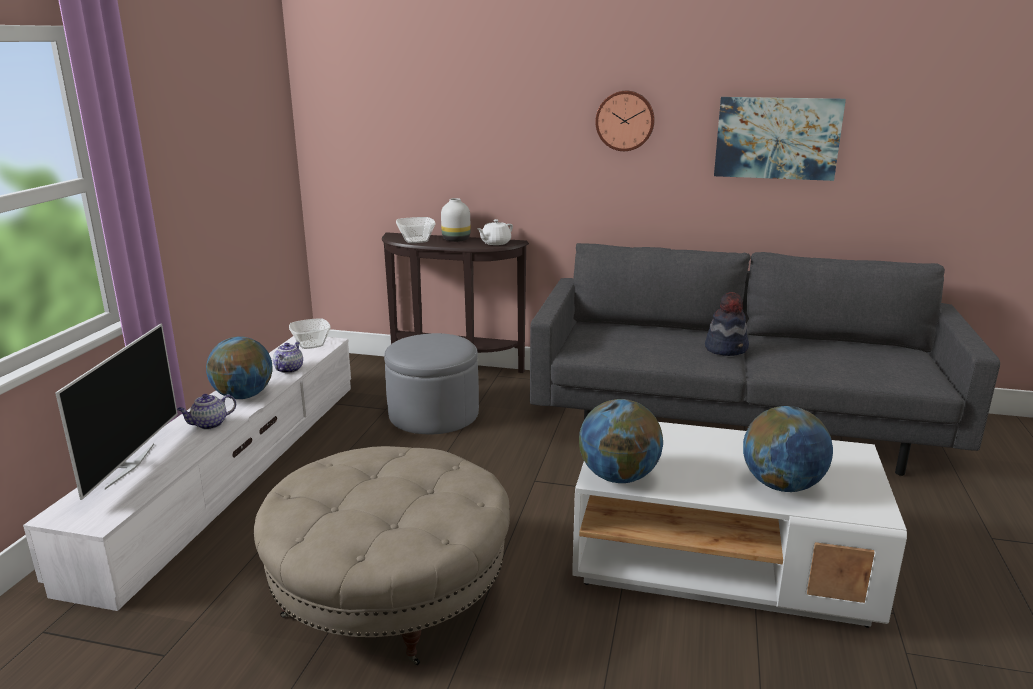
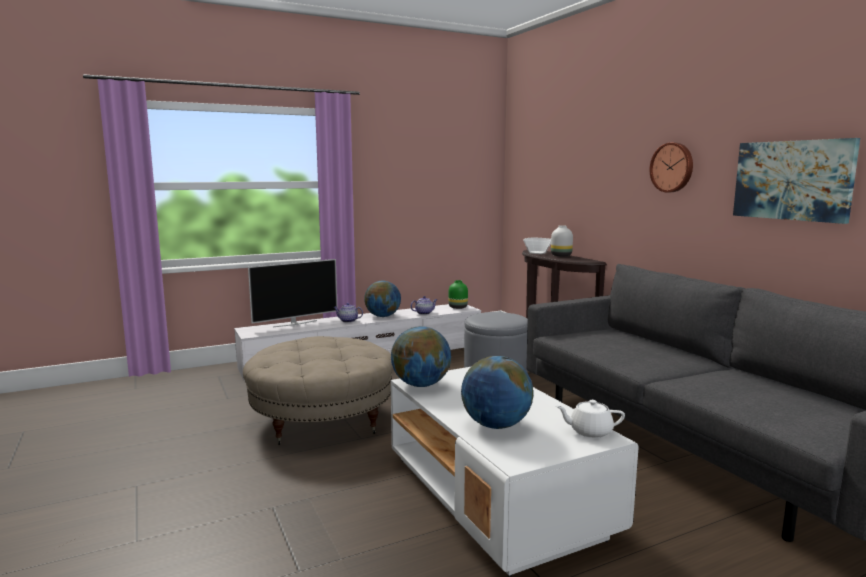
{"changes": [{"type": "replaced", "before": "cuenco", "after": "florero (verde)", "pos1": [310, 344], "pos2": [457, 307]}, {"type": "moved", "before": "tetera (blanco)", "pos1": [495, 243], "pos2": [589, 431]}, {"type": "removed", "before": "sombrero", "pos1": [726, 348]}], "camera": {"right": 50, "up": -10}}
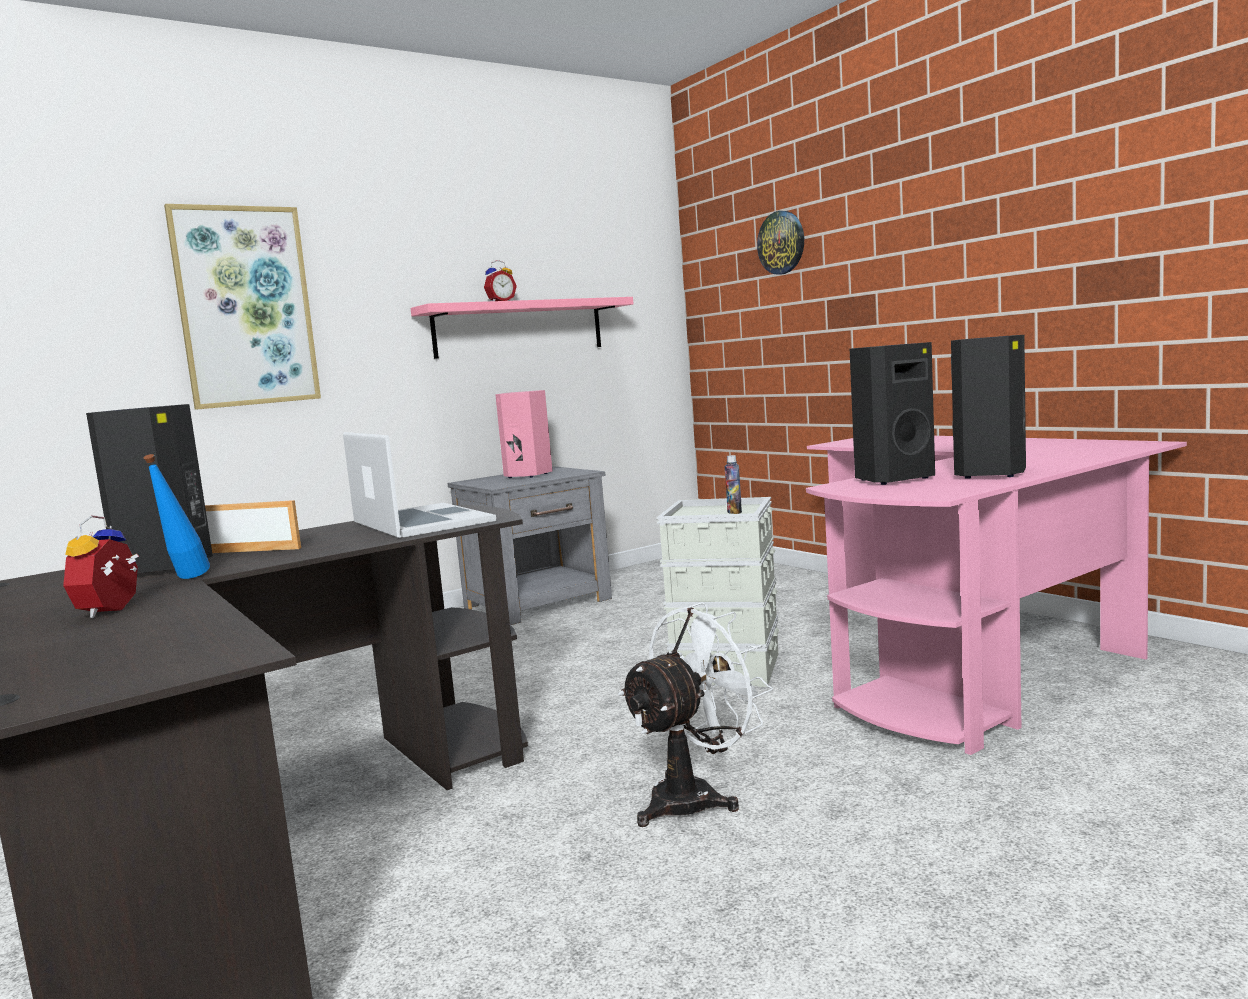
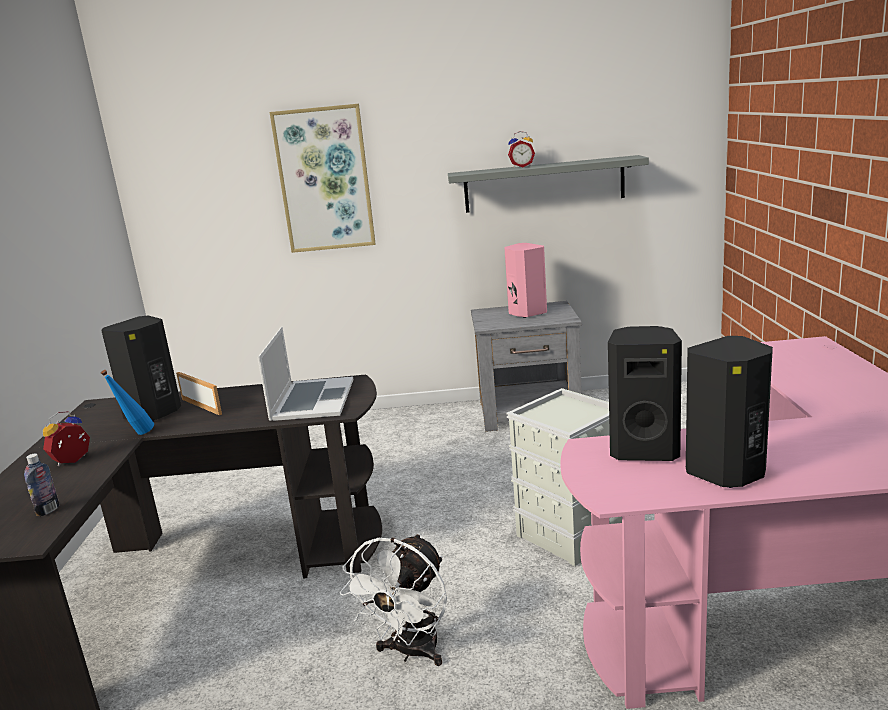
{"changes": [{"type": "recoloured", "before": "estante (rosa)", "after": "estante (gris)", "pos1": [519, 328], "pos2": [544, 184]}, {"type": "turned", "before": "ventilador (blanco)", "pos1": [695, 797], "pos2": [411, 652], "turn": 120}, {"type": "moved", "before": "botella", "pos1": [734, 512], "pos2": [48, 510]}, {"type": "removed", "before": "reloj de pared", "pos1": [781, 242]}], "camera": {"right": 35, "up": 10}}
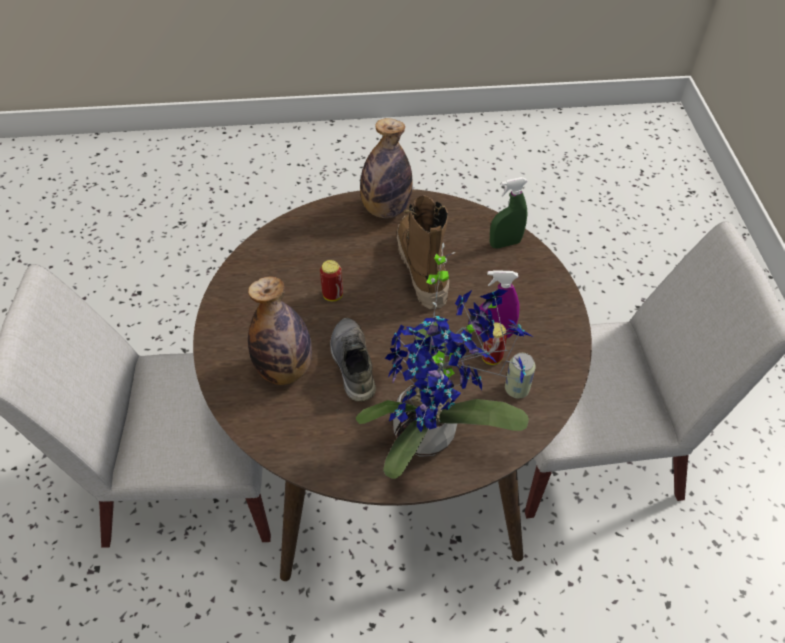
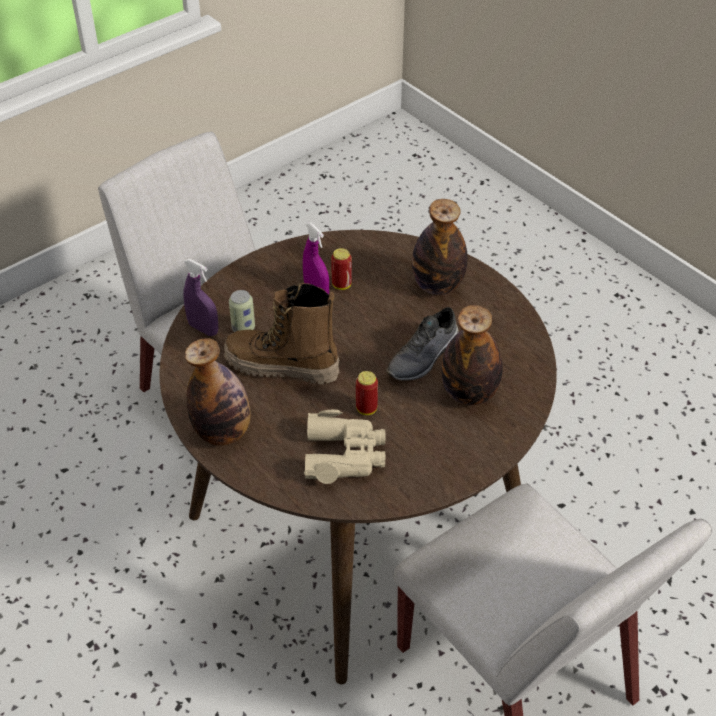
{"changes": [{"type": "replaced", "before": "planta en maceta", "after": "botella", "pos1": [433, 433], "pos2": [437, 285]}, {"type": "turned", "before": "bota", "pos1": [421, 268], "pos2": [282, 367], "turn": 60}, {"type": "recoloured", "before": "pulverizador (verde)", "after": "pulverizador (morado)", "pos1": [505, 243], "pos2": [203, 329]}, {"type": "moved", "before": "lata", "pos1": [516, 389], "pos2": [243, 328]}, {"type": "added", "after": "prismáticos (beis)", "pos2": [344, 455]}], "camera": {"right": -125, "up": -5}}
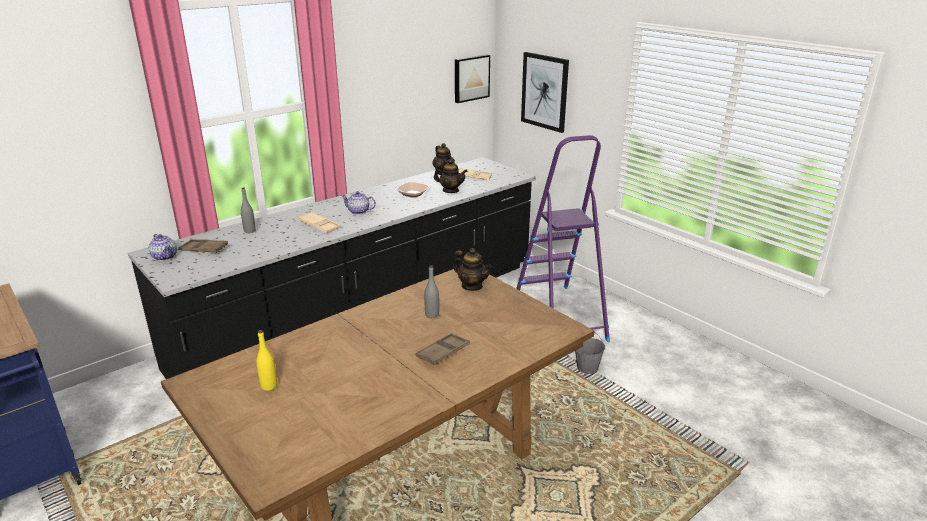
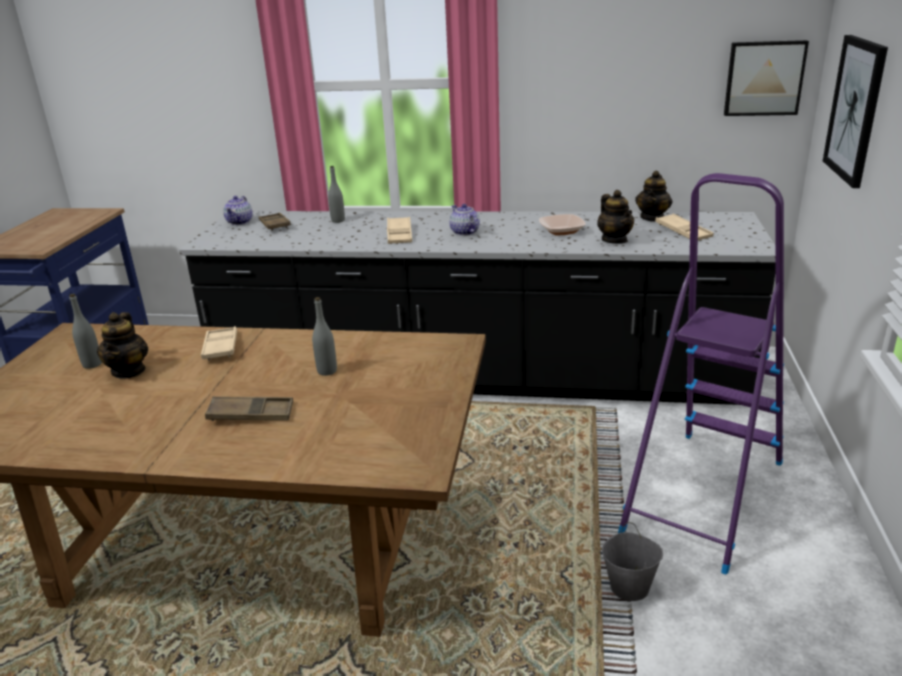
{"changes": [{"type": "recoloured", "before": "botella (amarillo)", "after": "botella (gris)", "pos1": [269, 386], "pos2": [92, 364]}, {"type": "moved", "before": "tetera", "pos1": [472, 286], "pos2": [129, 371]}, {"type": "added", "after": "bandeja (beis)", "pos2": [220, 348]}], "camera": {"right": 50, "up": 0}}
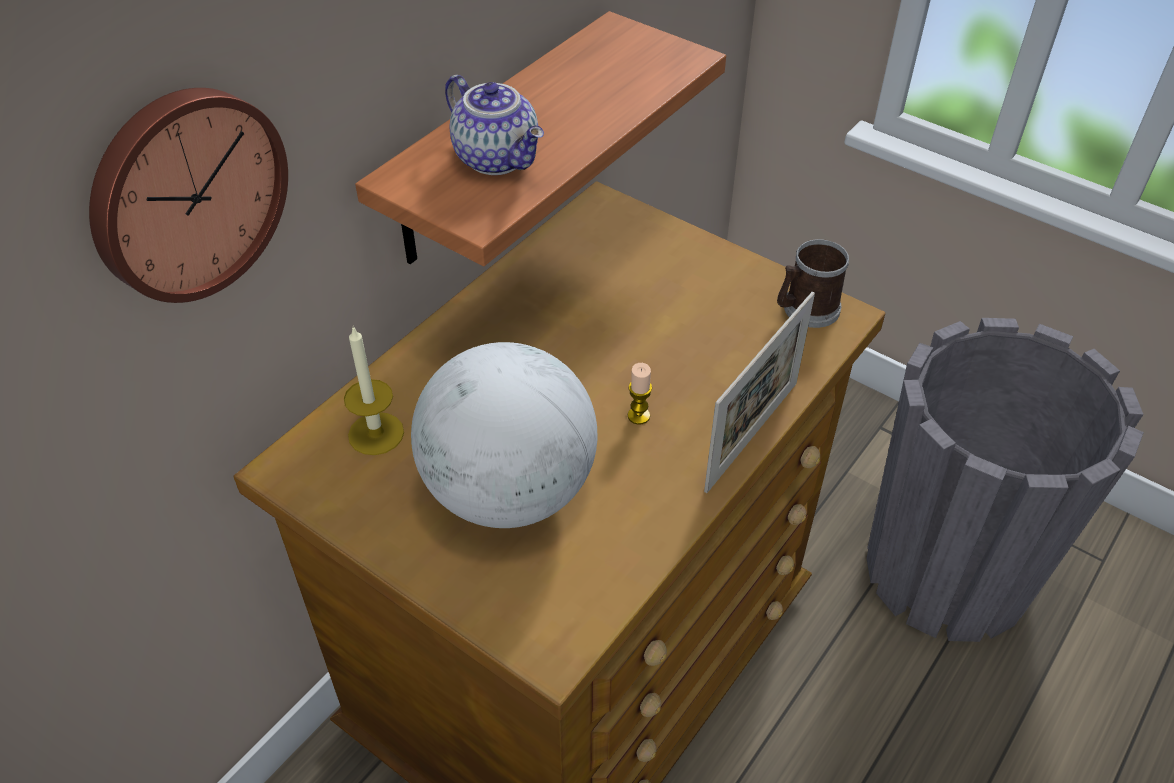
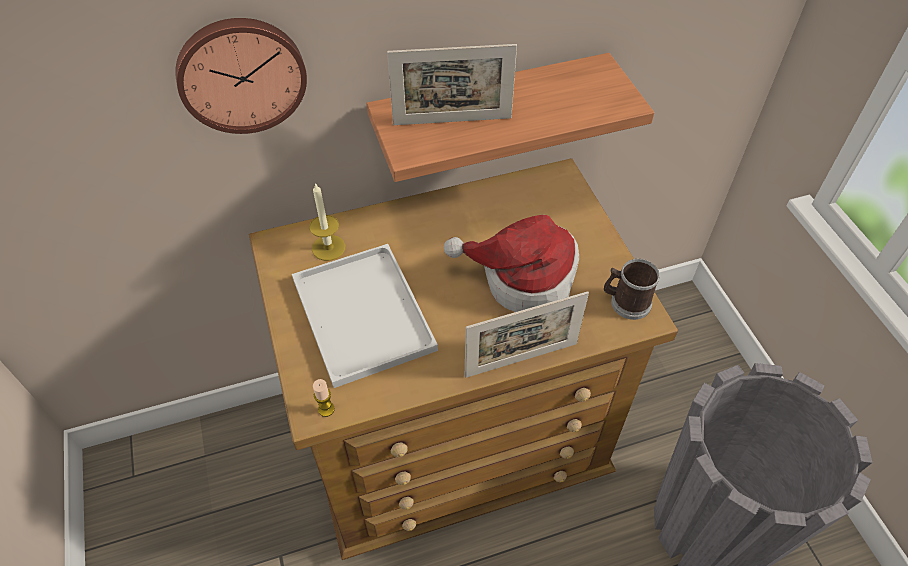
{"changes": [{"type": "replaced", "before": "globo terráqueo", "after": "bandeja (blanco)", "pos1": [510, 491], "pos2": [365, 316]}, {"type": "replaced", "before": "tetera", "after": "portarretratos", "pos1": [498, 158], "pos2": [452, 121]}, {"type": "moved", "before": "vela", "pos1": [638, 416], "pos2": [326, 409]}, {"type": "added", "after": "sombrero", "pos2": [523, 277]}], "camera": {"right": 35, "up": 5}}
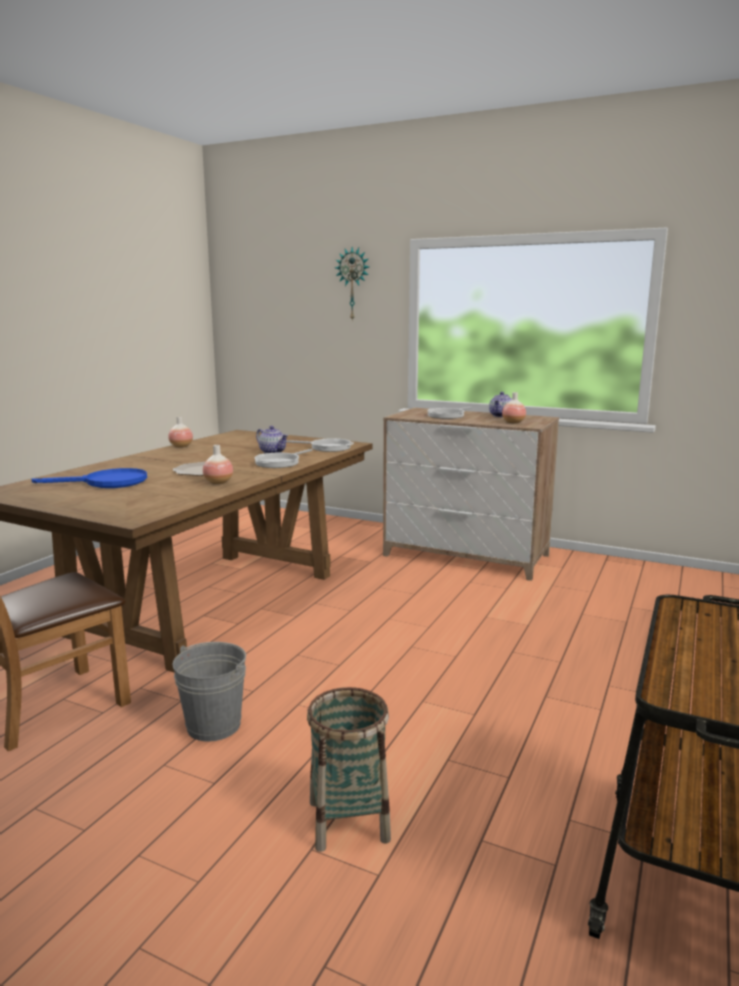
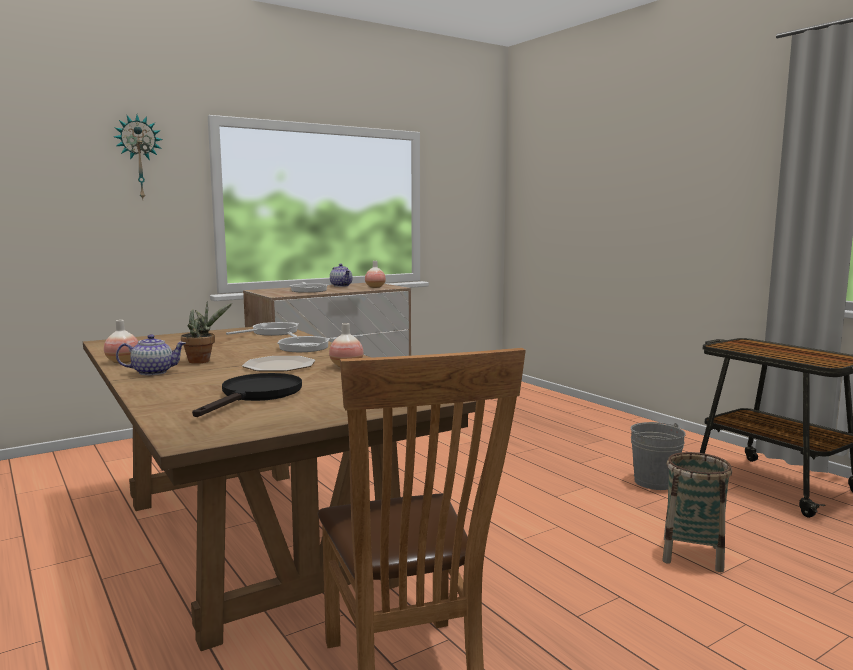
{"changes": [{"type": "recoloured", "before": "sartén (azul)", "after": "sartén (negro)", "pos1": [107, 483], "pos2": [256, 395]}, {"type": "moved", "before": "cubo (gris)", "pos1": [214, 725], "pos2": [654, 482]}, {"type": "moved", "before": "tetera", "pos1": [273, 452], "pos2": [153, 372]}, {"type": "added", "after": "planta en maceta", "pos2": [202, 361]}], "camera": {"right": -60, "up": -5}}
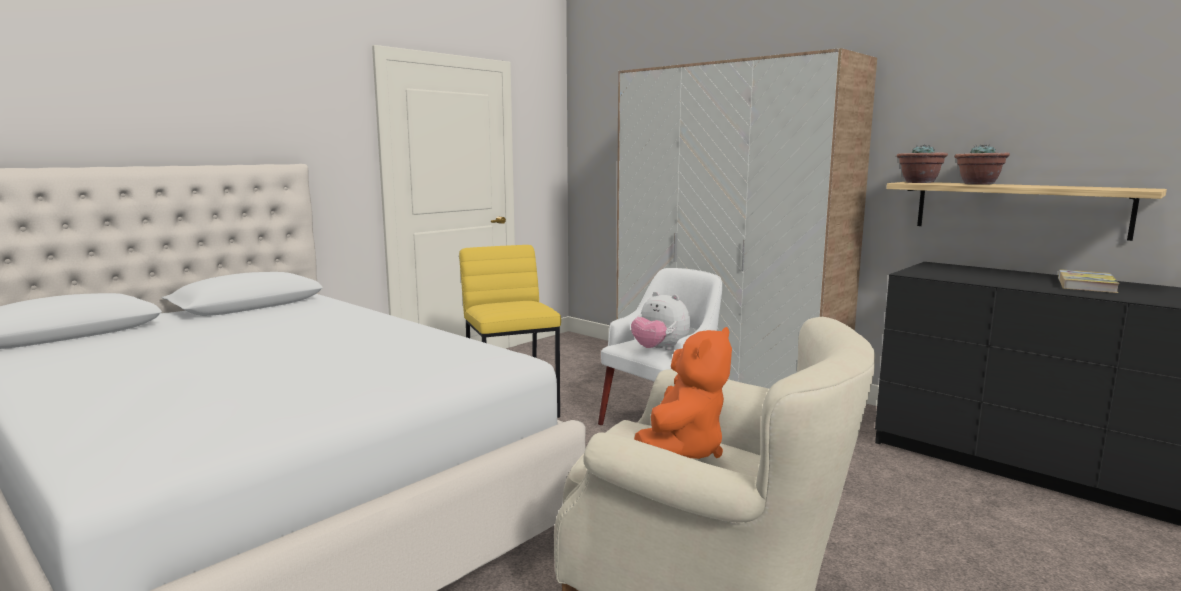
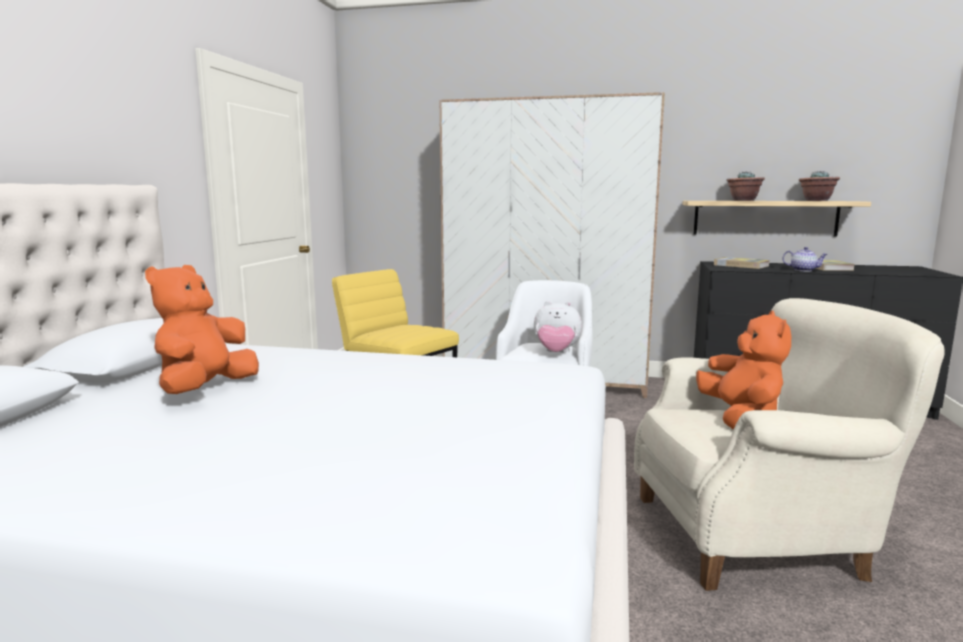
{"changes": [{"type": "moved", "before": "planta en maceta", "pos1": [919, 182], "pos2": [816, 200]}, {"type": "added", "after": "peluche (naranja)", "pos2": [205, 389]}, {"type": "added", "after": "libro", "pos2": [741, 265]}, {"type": "added", "after": "tetera", "pos2": [803, 270]}], "camera": {"right": -30, "up": 0}}
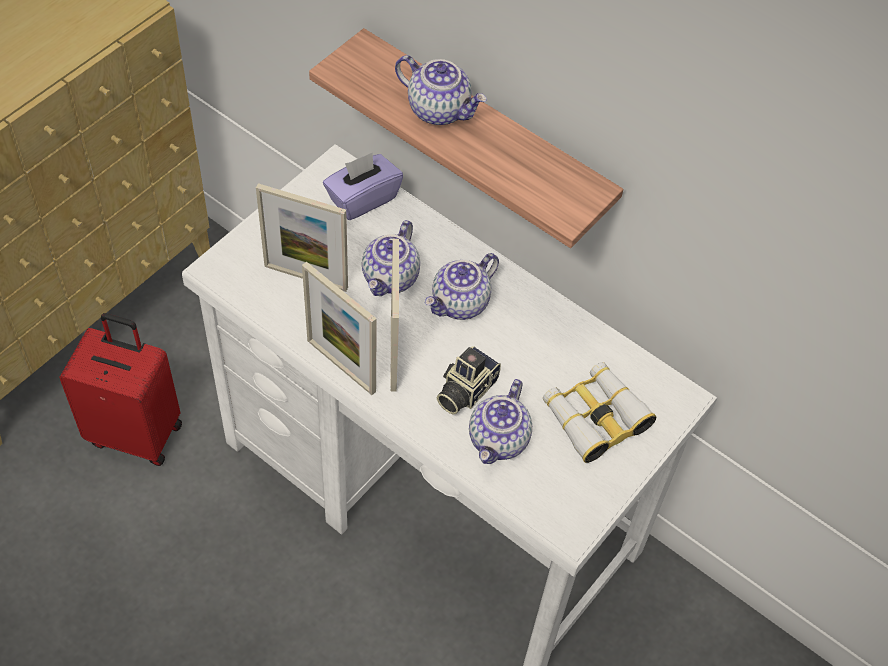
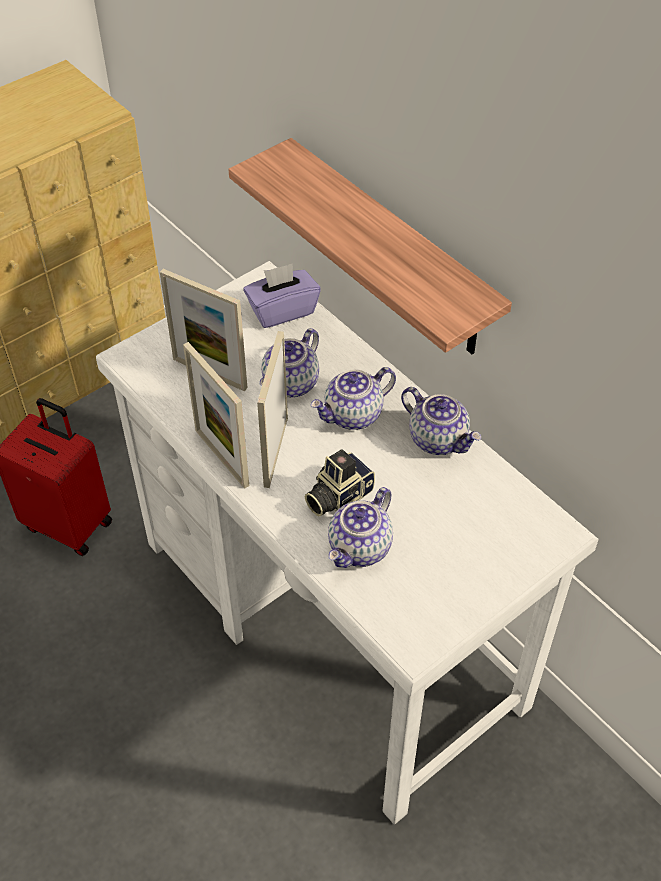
{"changes": [{"type": "moved", "before": "tetera", "pos1": [439, 109], "pos2": [439, 439]}, {"type": "removed", "before": "prismáticos", "pos1": [595, 417]}], "camera": {"right": 15, "up": -5}}
